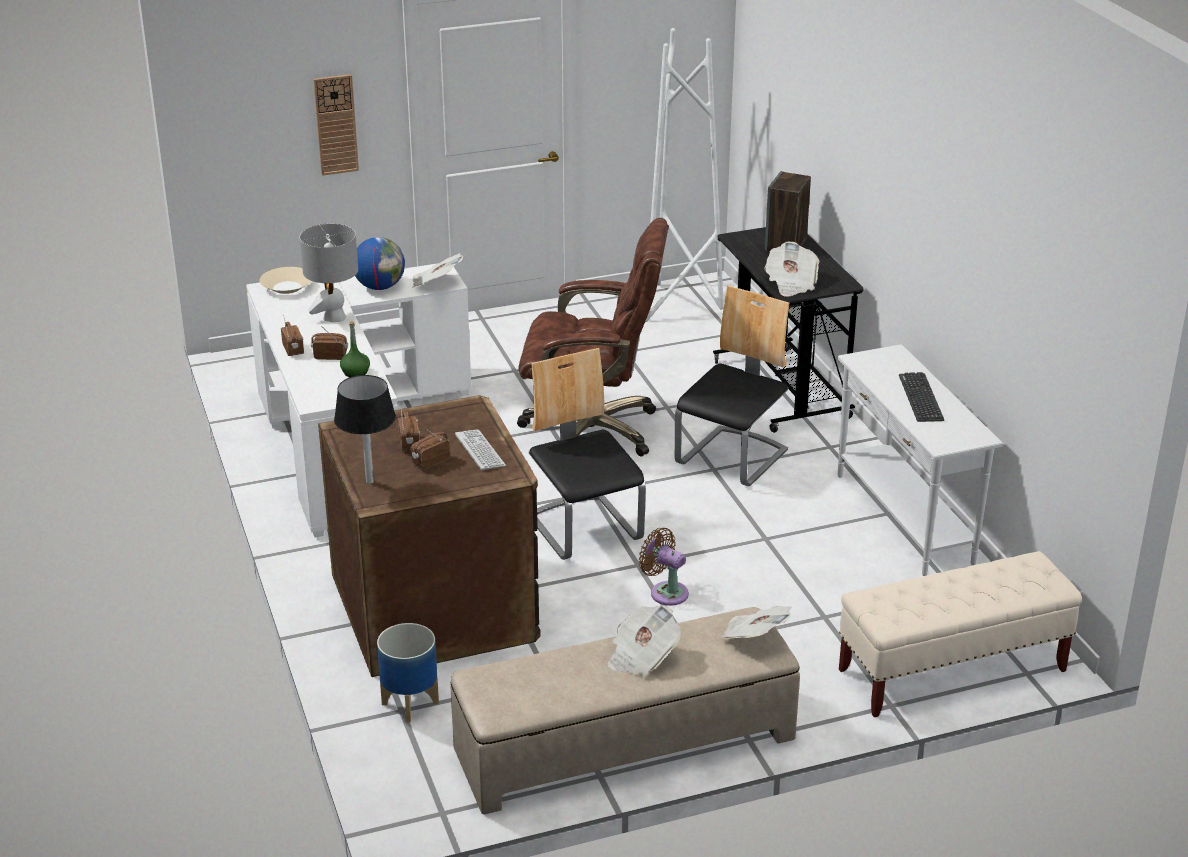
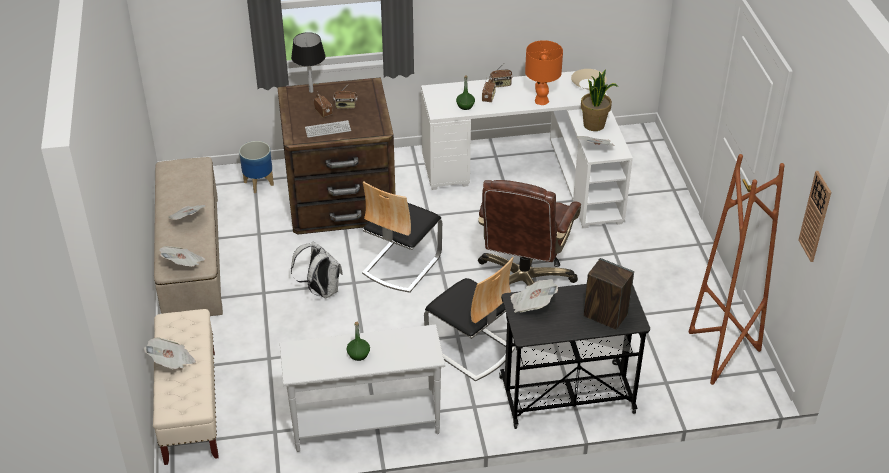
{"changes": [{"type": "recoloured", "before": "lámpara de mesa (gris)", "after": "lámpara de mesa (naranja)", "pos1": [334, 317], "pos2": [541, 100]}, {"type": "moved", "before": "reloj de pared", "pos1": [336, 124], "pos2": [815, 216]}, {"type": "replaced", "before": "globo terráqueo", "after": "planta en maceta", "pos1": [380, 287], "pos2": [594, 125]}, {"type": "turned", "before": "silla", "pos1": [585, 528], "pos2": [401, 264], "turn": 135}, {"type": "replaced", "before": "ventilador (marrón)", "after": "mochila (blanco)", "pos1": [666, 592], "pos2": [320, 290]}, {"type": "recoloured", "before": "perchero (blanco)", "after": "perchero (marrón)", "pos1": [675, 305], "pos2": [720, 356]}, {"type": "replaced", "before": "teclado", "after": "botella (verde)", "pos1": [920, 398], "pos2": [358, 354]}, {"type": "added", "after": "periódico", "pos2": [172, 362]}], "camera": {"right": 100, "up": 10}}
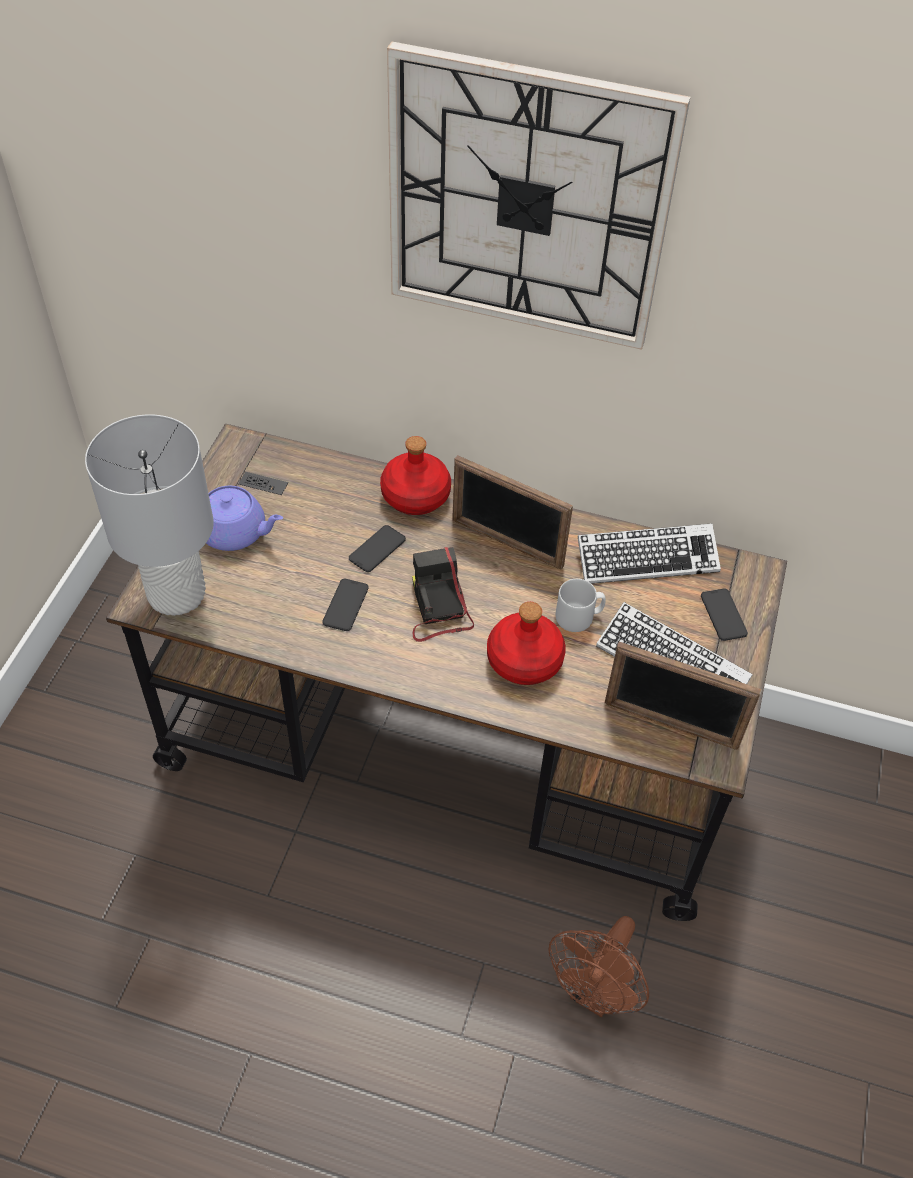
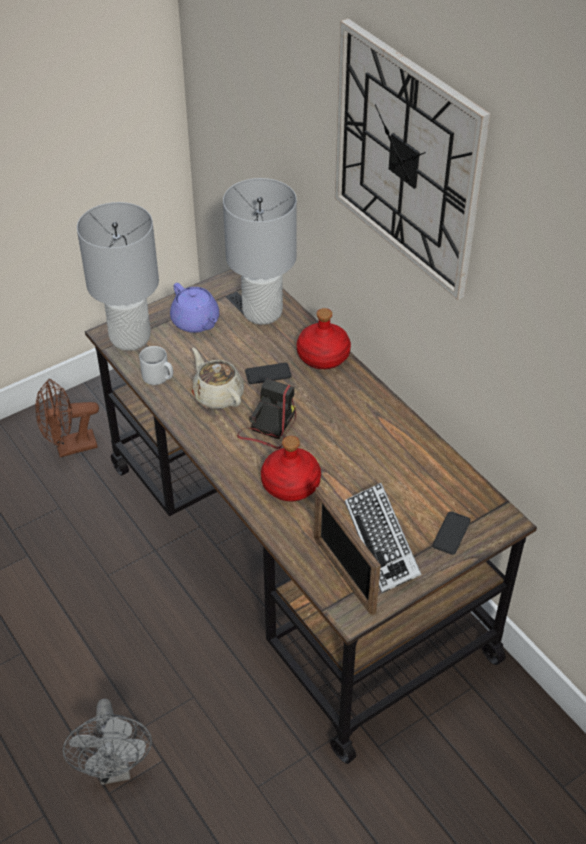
{"changes": [{"type": "replaced", "before": "móvil", "after": "tetera (beis)", "pos1": [345, 605], "pos2": [217, 395]}, {"type": "removed", "before": "portarretratos", "pos1": [506, 543]}, {"type": "moved", "before": "ventilador (marrón)", "pos1": [595, 993], "pos2": [69, 447]}, {"type": "moved", "before": "taza grande (gris)", "pos1": [579, 617], "pos2": [158, 377]}, {"type": "removed", "before": "teclado", "pos1": [647, 559]}, {"type": "added", "after": "ventilador (gris)", "pos2": [115, 768]}, {"type": "added", "after": "lámpara de mesa (gris)", "pos2": [263, 316]}], "camera": {"right": 40, "up": -5}}
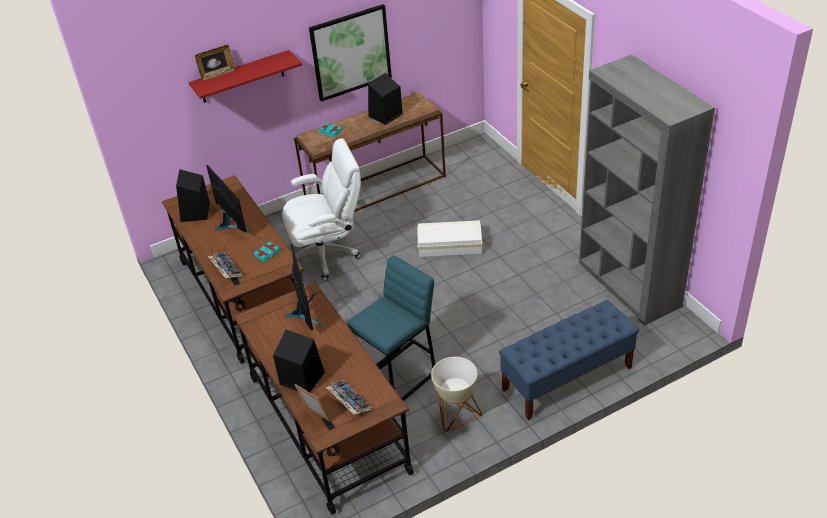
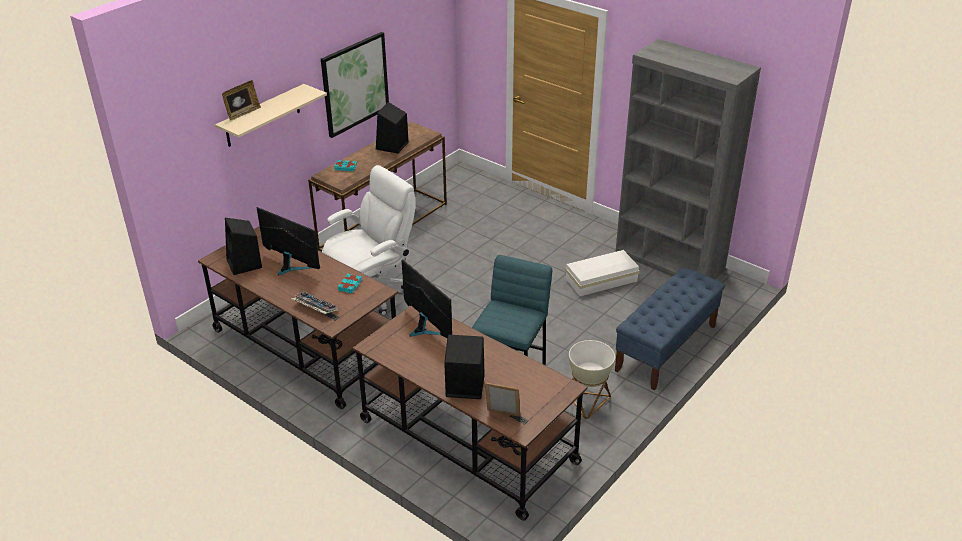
{"changes": [{"type": "recoloured", "before": "estante (rojo)", "after": "estante (beis)", "pos1": [242, 77], "pos2": [262, 116]}, {"type": "removed", "before": "teclado", "pos1": [348, 400]}, {"type": "moved", "before": "caja de almacenaje (blanco)", "pos1": [451, 245], "pos2": [602, 280]}], "camera": {"right": -25, "up": -5}}
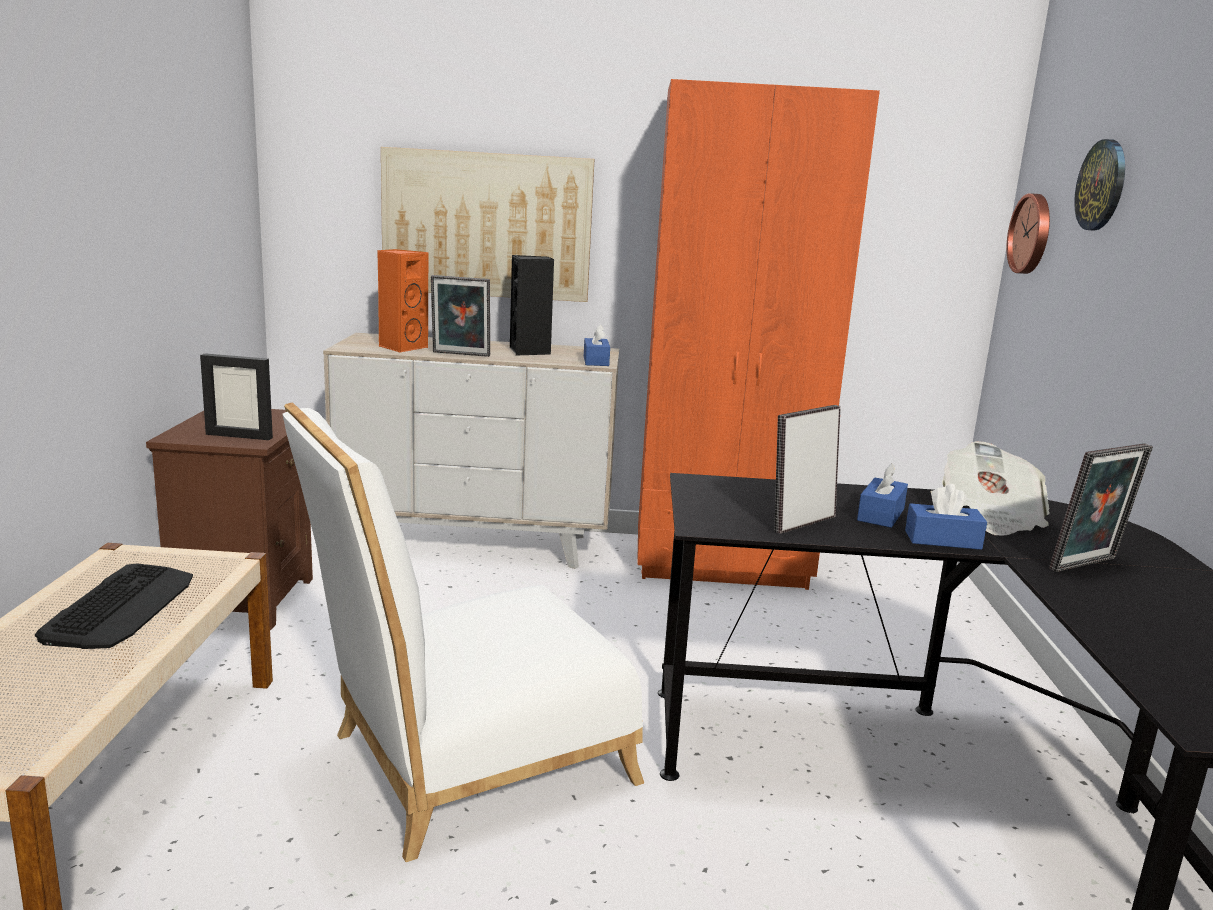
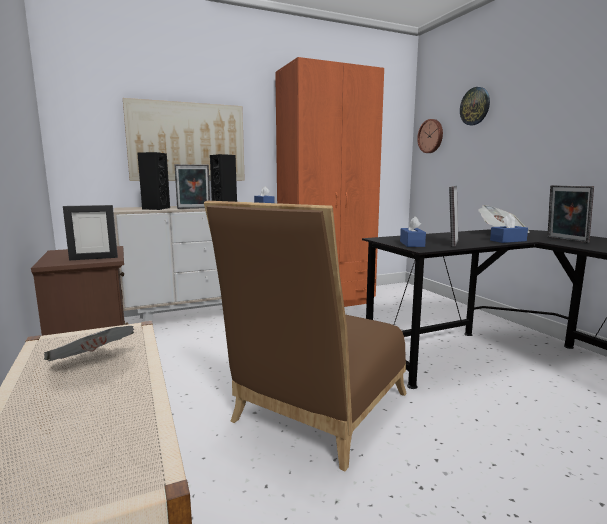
{"changes": [{"type": "replaced", "before": "teclado", "after": "periódico", "pos1": [121, 607], "pos2": [92, 365]}, {"type": "recoloured", "before": "silla (blanco)", "after": "silla (marrón)", "pos1": [465, 764], "pos2": [316, 412]}, {"type": "recoloured", "before": "altavoz (naranja)", "after": "altavoz (negro)", "pos1": [402, 347], "pos2": [155, 208]}, {"type": "moved", "before": "caja de pañuelos (azul)", "pos1": [880, 515], "pos2": [412, 244]}, {"type": "turned", "before": "portarretratos", "pos1": [1088, 566], "pos2": [565, 240], "turn": 120}], "camera": {"right": -25, "up": -5}}
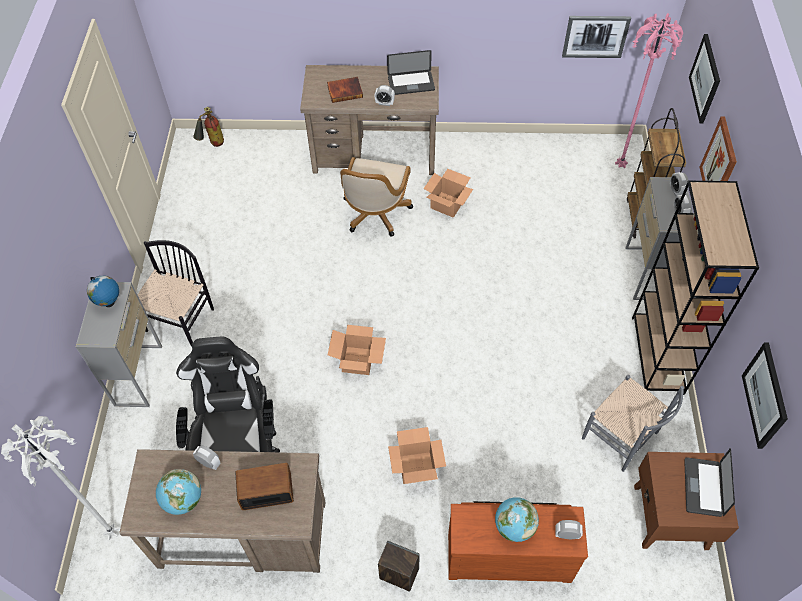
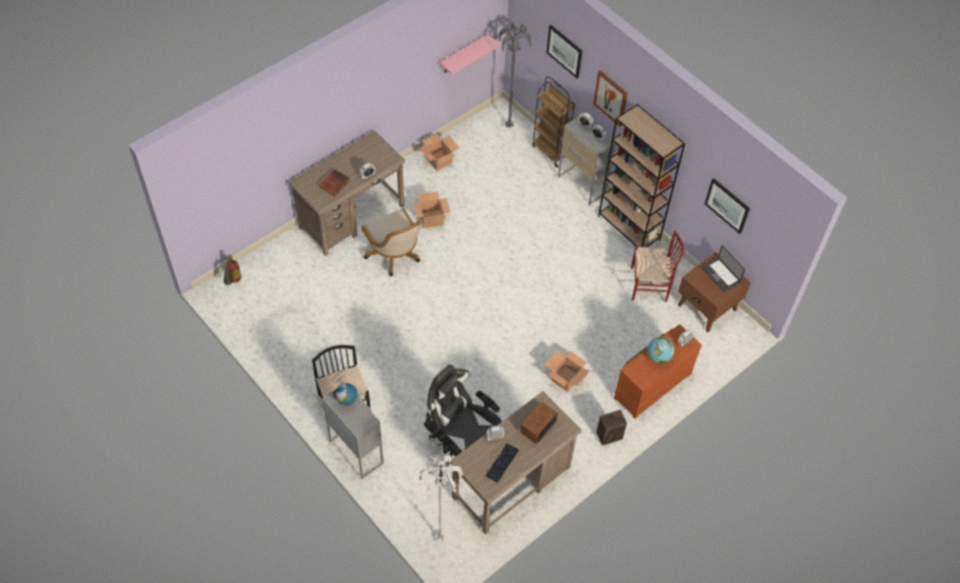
{"changes": [{"type": "replaced", "before": "globo terráqueo", "after": "teclado", "pos1": [183, 500], "pos2": [502, 463]}, {"type": "moved", "before": "caja de cartón", "pos1": [357, 360], "pos2": [438, 160]}, {"type": "removed", "before": "portátil", "pos1": [411, 84]}, {"type": "replaced", "before": "cuadro", "after": "estante (rosa)", "pos1": [595, 36], "pos2": [463, 54]}, {"type": "recoloured", "before": "silla (gris)", "after": "silla (rojo)", "pos1": [622, 438], "pos2": [651, 285]}, {"type": "recoloured", "before": "lámpara de pie (rosa)", "after": "lámpara de pie (gris)", "pos1": [619, 165], "pos2": [508, 126]}], "camera": {"right": -45, "up": 0}}
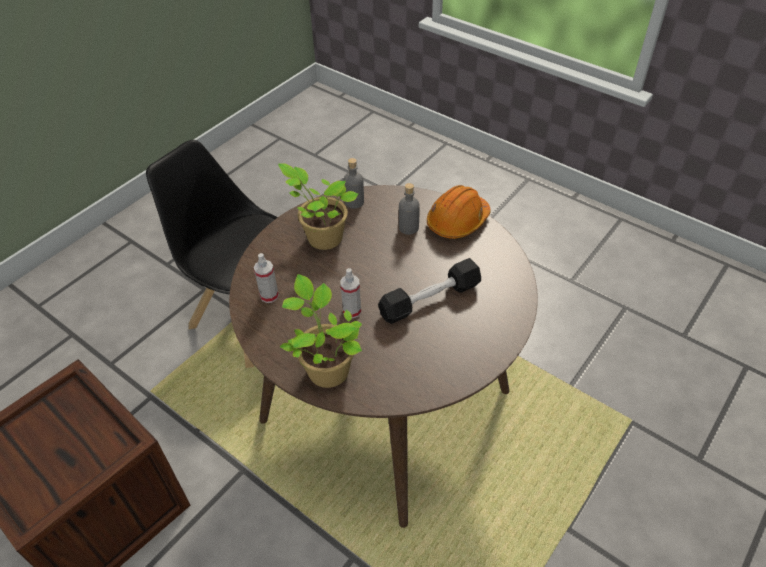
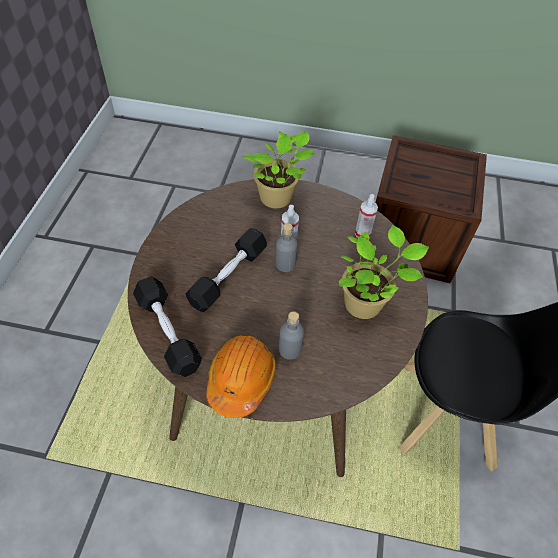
{"changes": [{"type": "moved", "before": "botella (gris)", "pos1": [354, 202], "pos2": [285, 264]}, {"type": "added", "after": "mancuerna (negro)", "pos2": [168, 332]}], "camera": {"right": 150, "up": 5}}
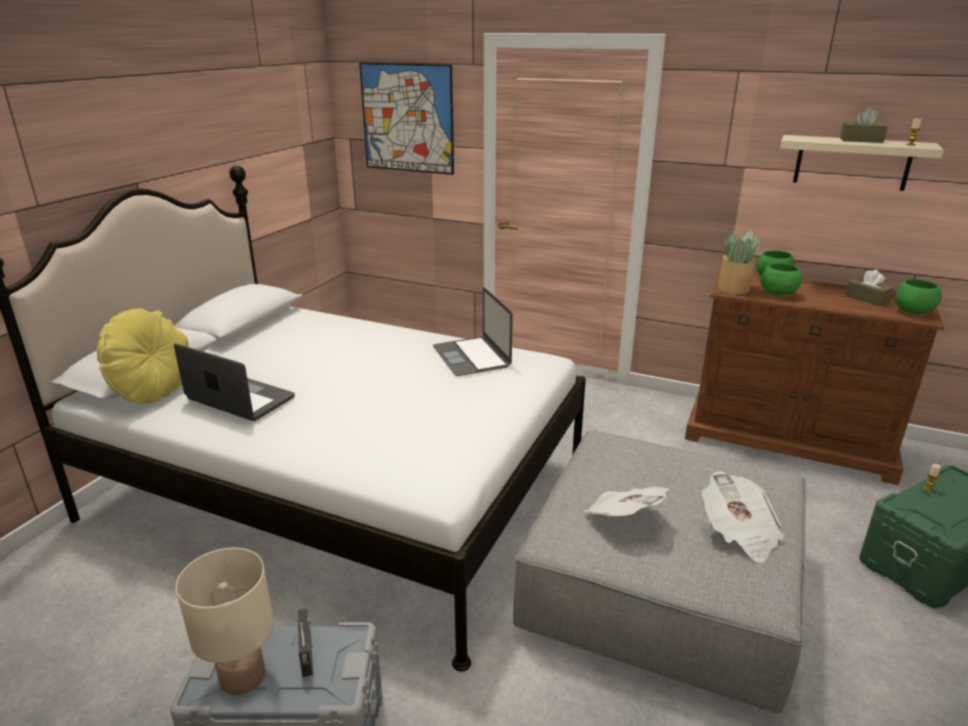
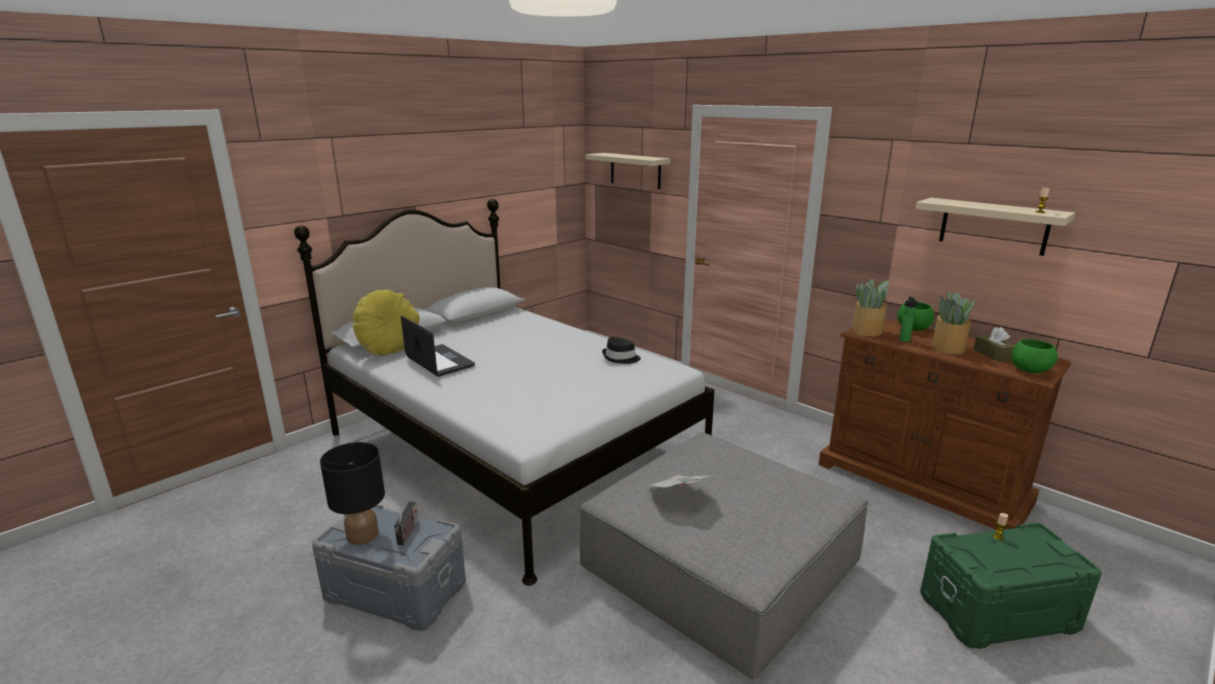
{"changes": [{"type": "recoloured", "before": "lámpara de mesa (beis)", "after": "lámpara de mesa (negro)", "pos1": [243, 676], "pos2": [363, 535]}, {"type": "replaced", "before": "cuadro", "after": "estante (beis)", "pos1": [407, 118], "pos2": [635, 170]}, {"type": "replaced", "before": "portátil", "after": "sombrero (negro)", "pos1": [471, 356], "pos2": [620, 358]}, {"type": "removed", "before": "periódico", "pos1": [739, 533]}, {"type": "replaced", "before": "cuenco (verde)", "after": "botella", "pos1": [778, 294], "pos2": [905, 340]}, {"type": "removed", "before": "caja de pañuelos (marrón)", "pos1": [861, 140]}, {"type": "added", "after": "planta en maceta", "pos2": [947, 348]}], "camera": {"right": 20, "up": -5}}
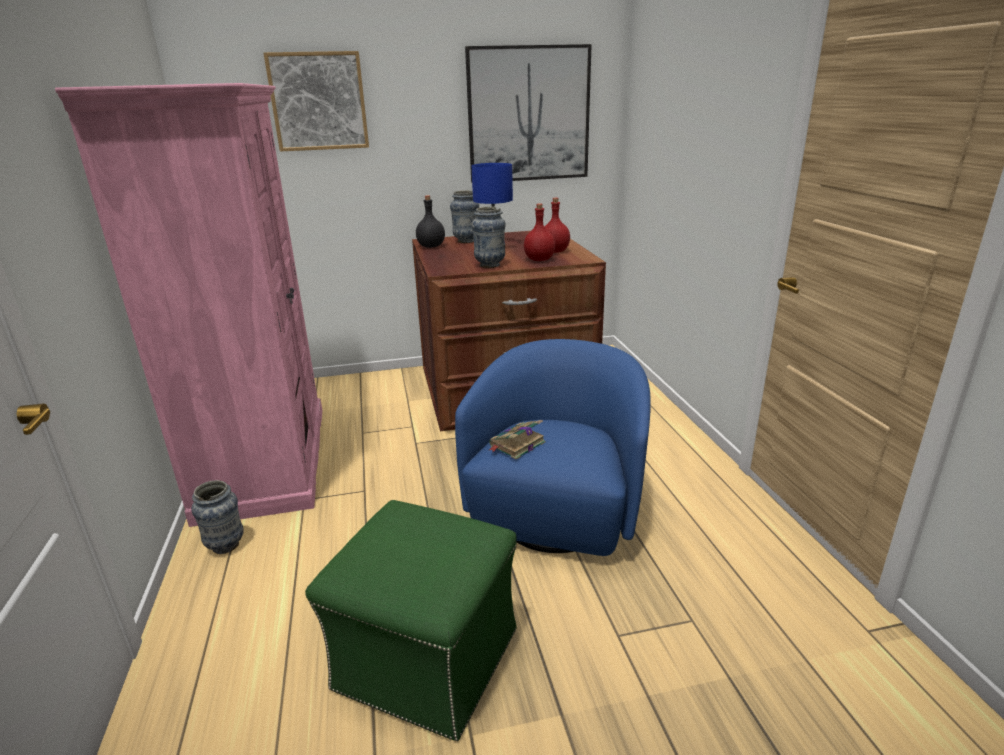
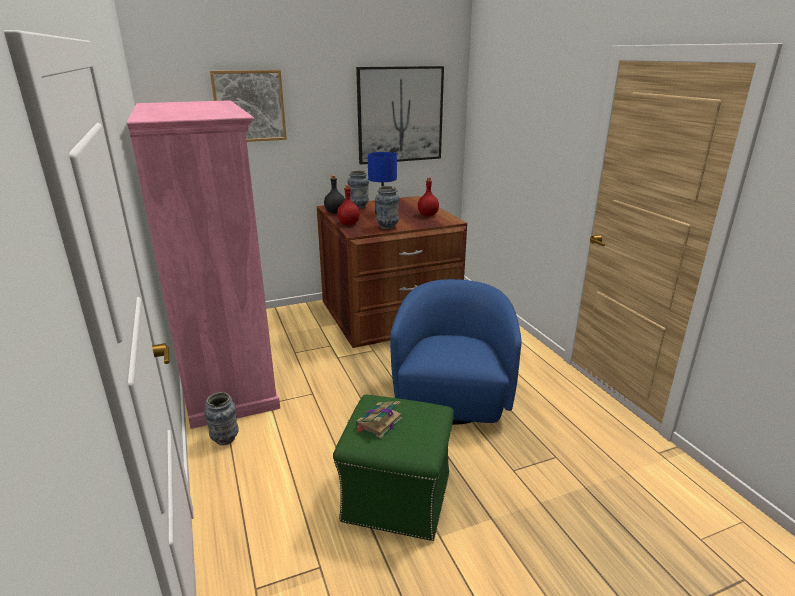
{"changes": [{"type": "moved", "before": "libro", "pos1": [516, 445], "pos2": [378, 423]}, {"type": "moved", "before": "botella (rojo)", "pos1": [539, 259], "pos2": [348, 224]}], "camera": {"right": -10, "up": 0}}
